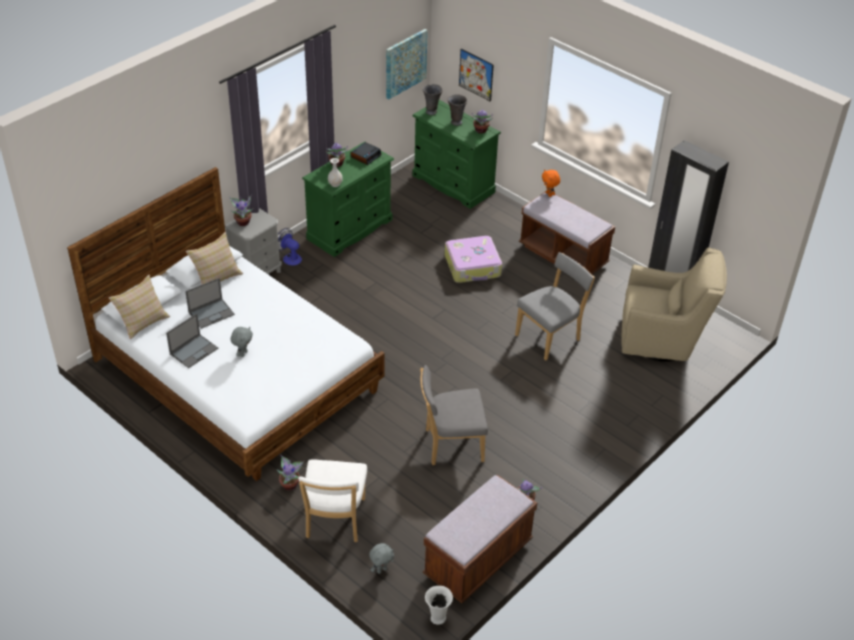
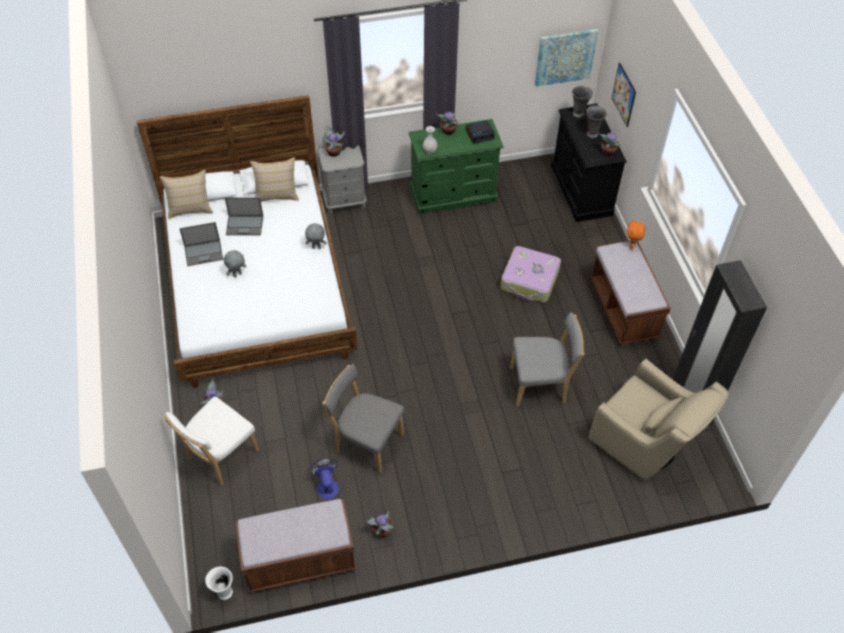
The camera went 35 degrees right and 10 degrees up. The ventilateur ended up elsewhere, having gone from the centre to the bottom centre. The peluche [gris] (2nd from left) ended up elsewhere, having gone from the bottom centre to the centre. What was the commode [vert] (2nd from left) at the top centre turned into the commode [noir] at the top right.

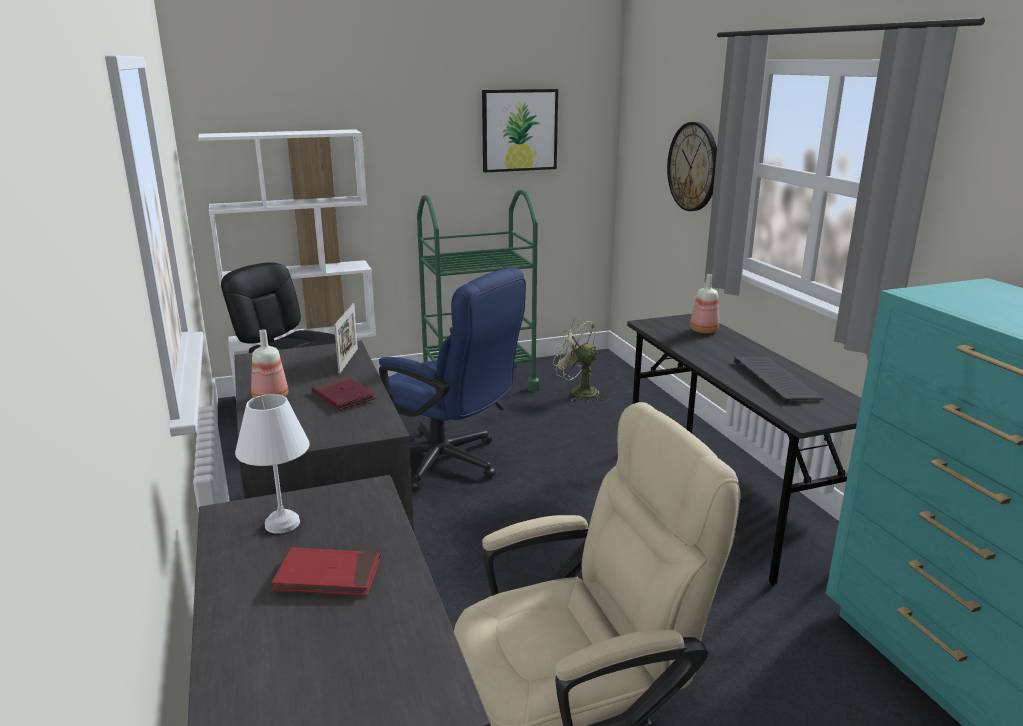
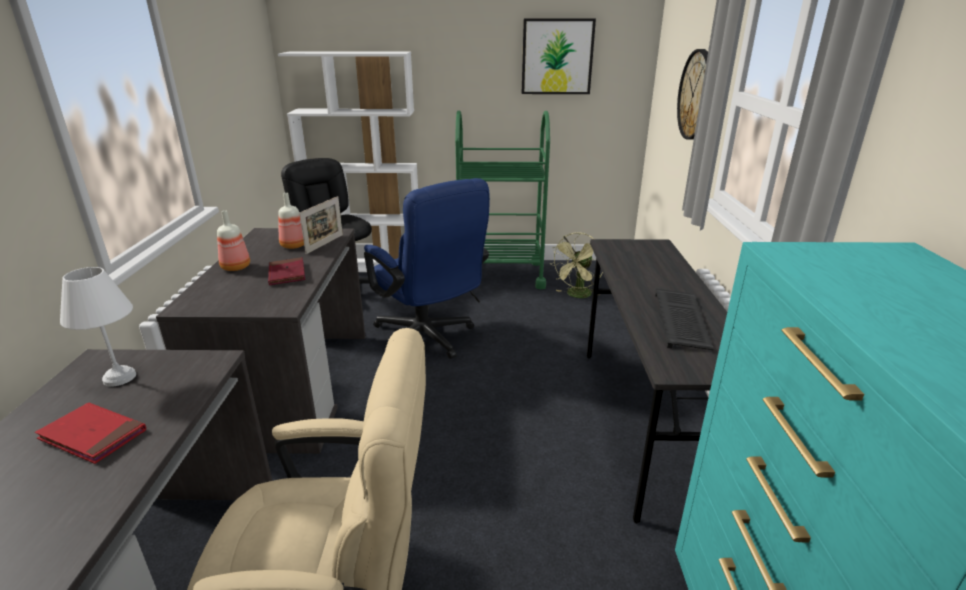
The camera went 20 degrees right and 5 degrees up. The ventilateur [vert] at the centre ended up facing another way, 105 degrees counterclockwise from before. The bouteille (2nd from left) ended up elsewhere, having gone from the middle right to the middle left.

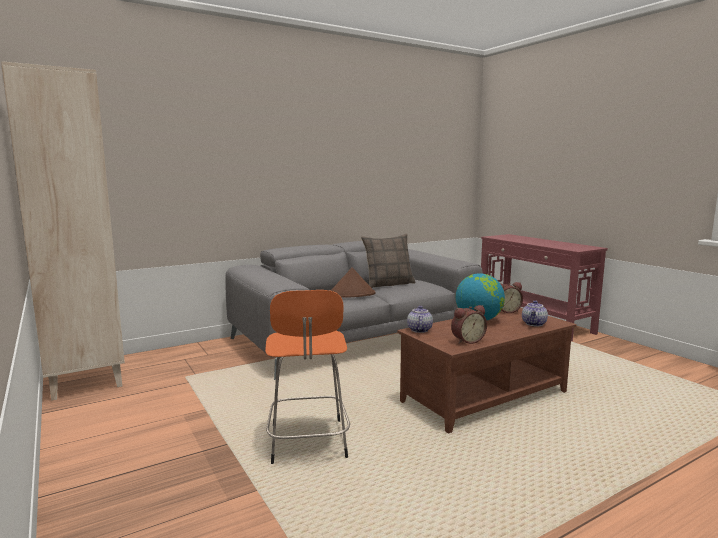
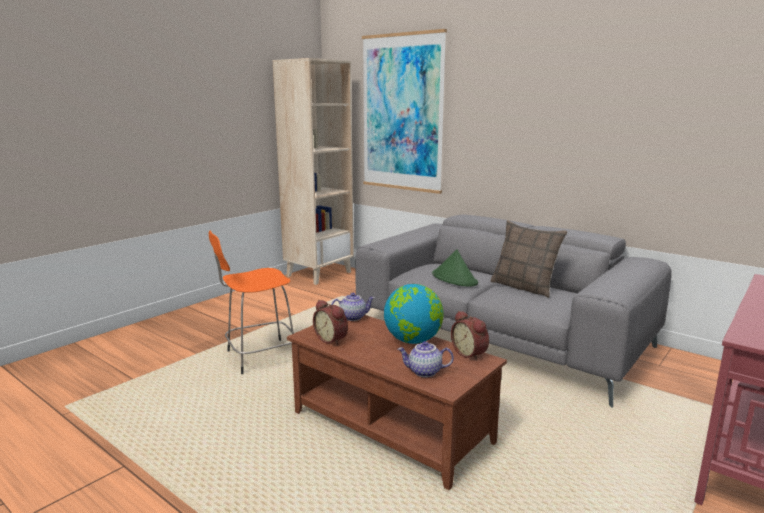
The camera went 70 degrees right and 5 degrees up. What was the chapeau [marron] at the centre turned into the chapeau [vert] at the centre. The second view gained the tableau at the top centre.

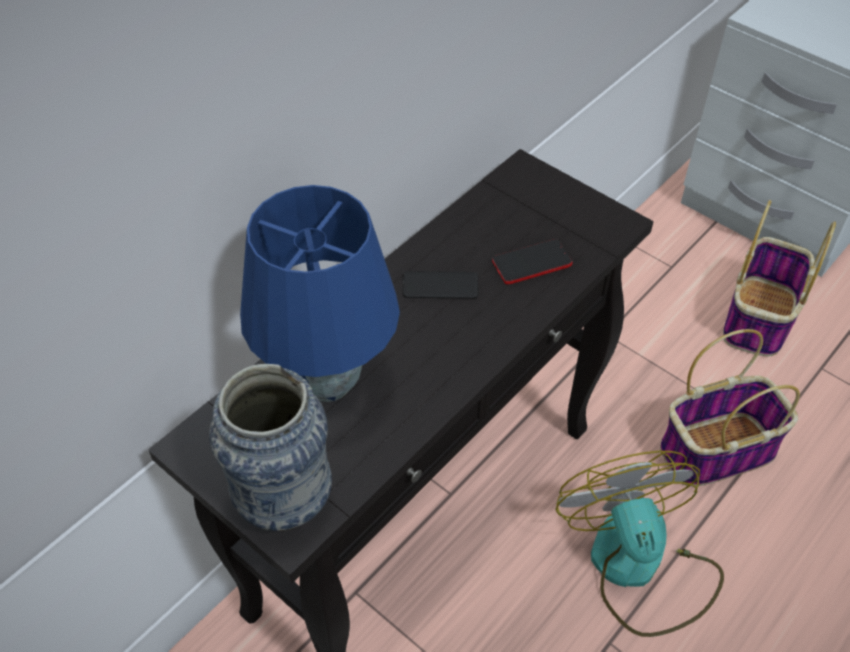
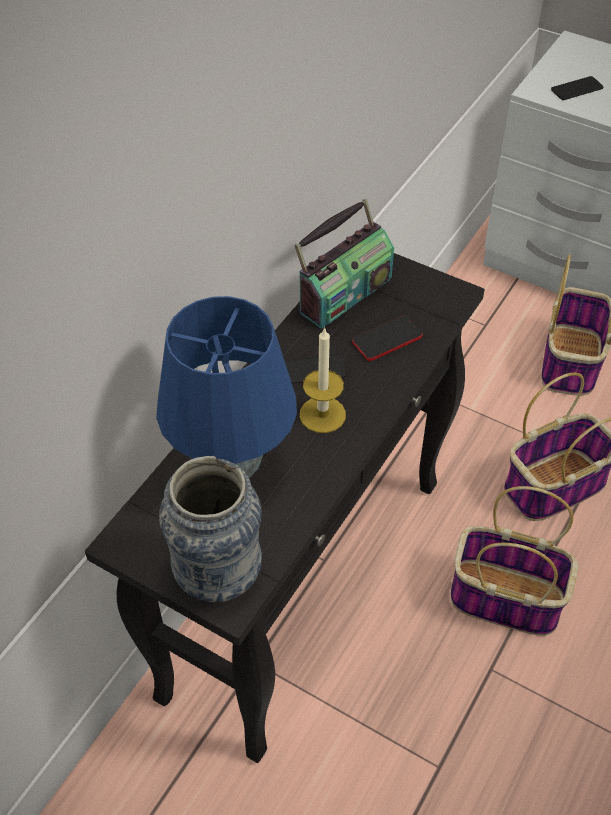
The camera went 10 degrees left and 0 degrees up. Where the ventilateur stood at the bottom right, the panier (1st from left) came to stand at the bottom right. The second view gained the radio at the top centre. The second view gained the bougie at the centre. The second view gained the téléphone (3rd from left) at the top right.

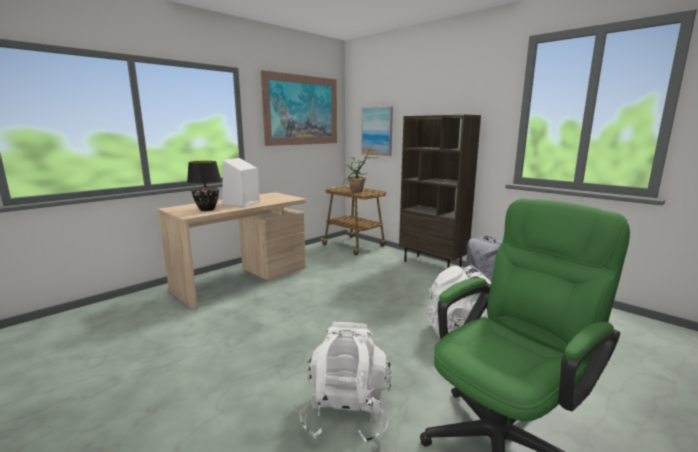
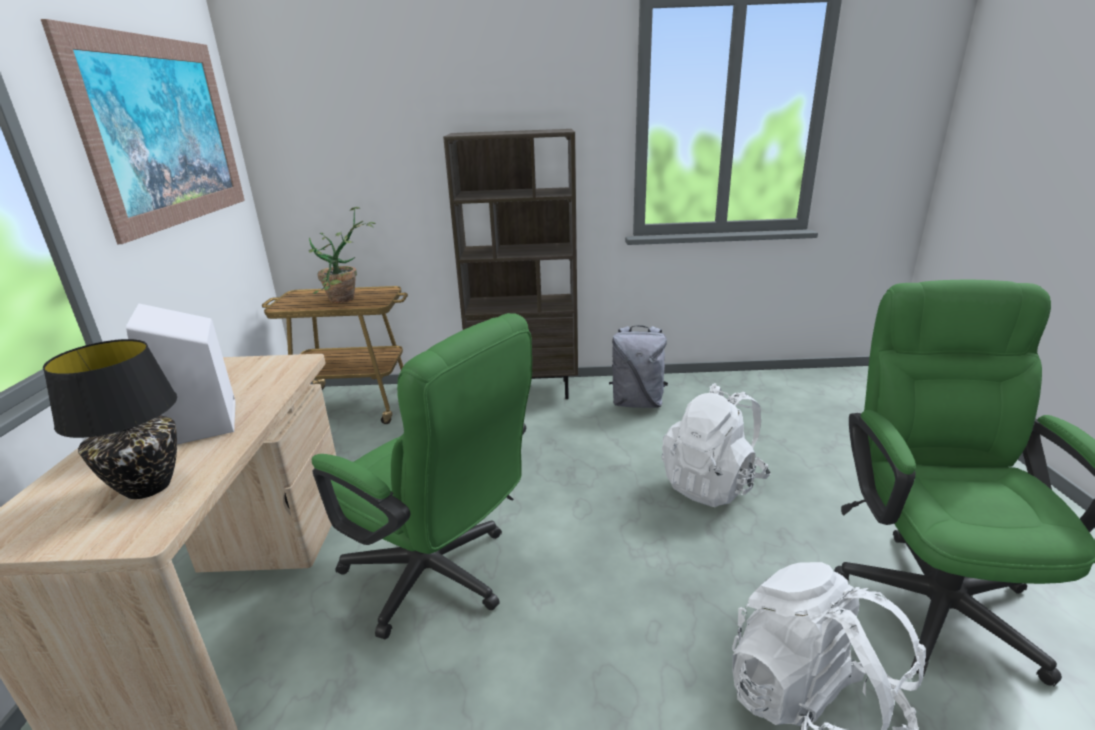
The camera went 45 degrees left and 10 degrees up. The second view lost the tableau (2nd from left) at the top centre. The second view gained the chaise de bureau [vert] (1st from left) at the centre.

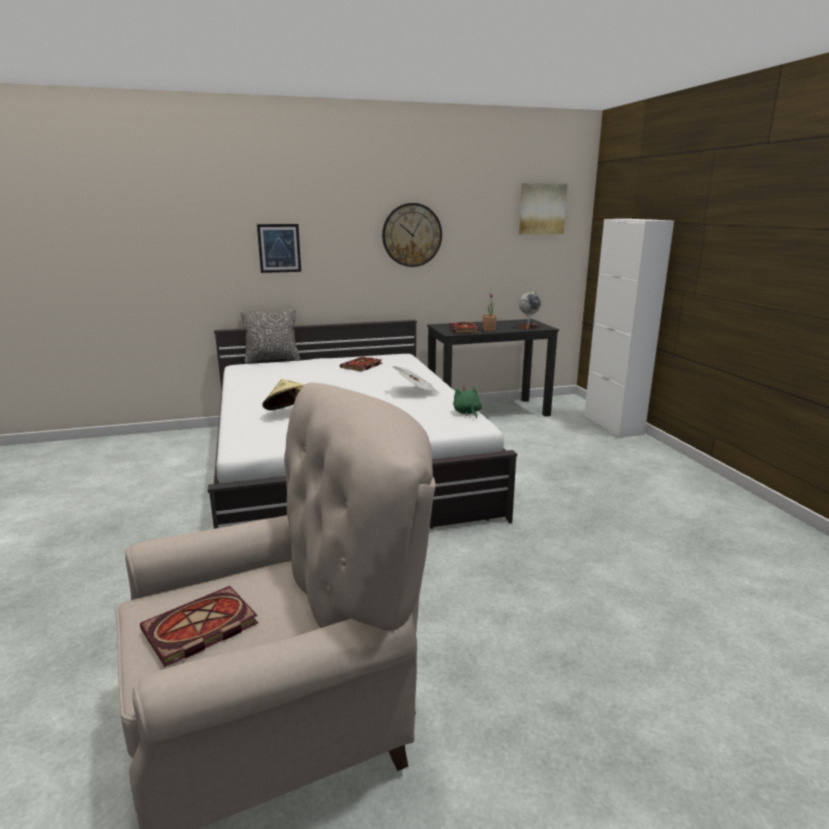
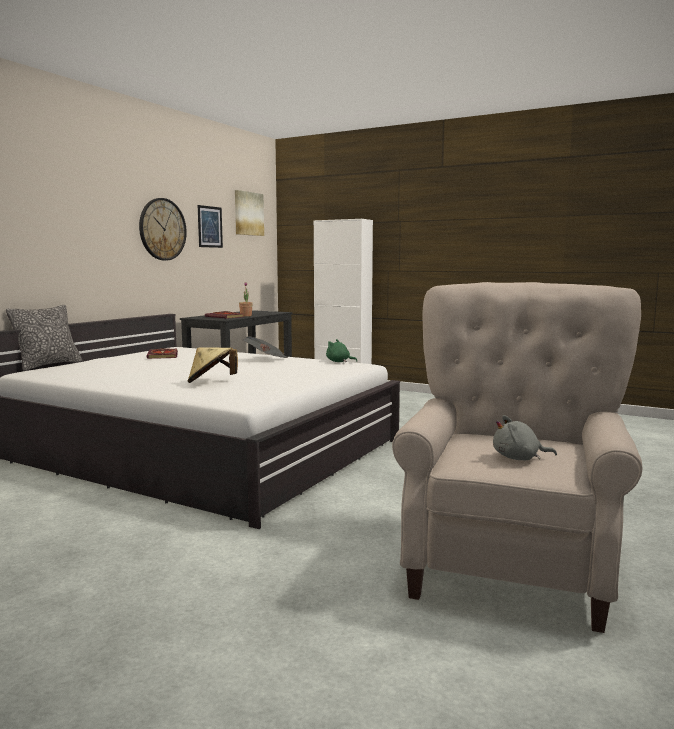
The camera went 45 degrees left and 10 degrees down. Where the livre (1st from left) stood at the bottom left, the peluche [gris] came to stand at the middle right. The tableau (1st from left) ended up elsewhere, having gone from the top centre to the top left. The second view lost the globe at the centre.

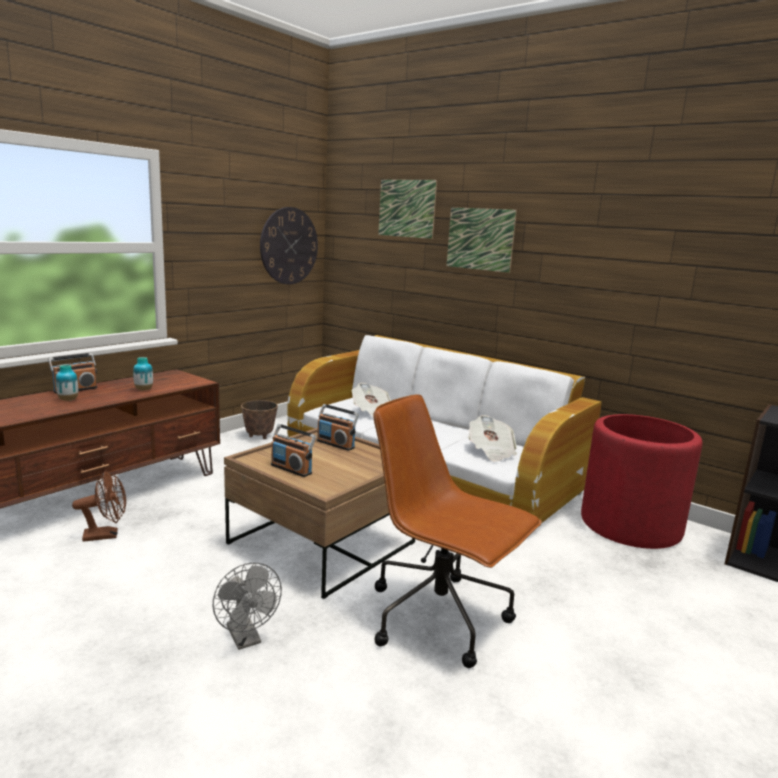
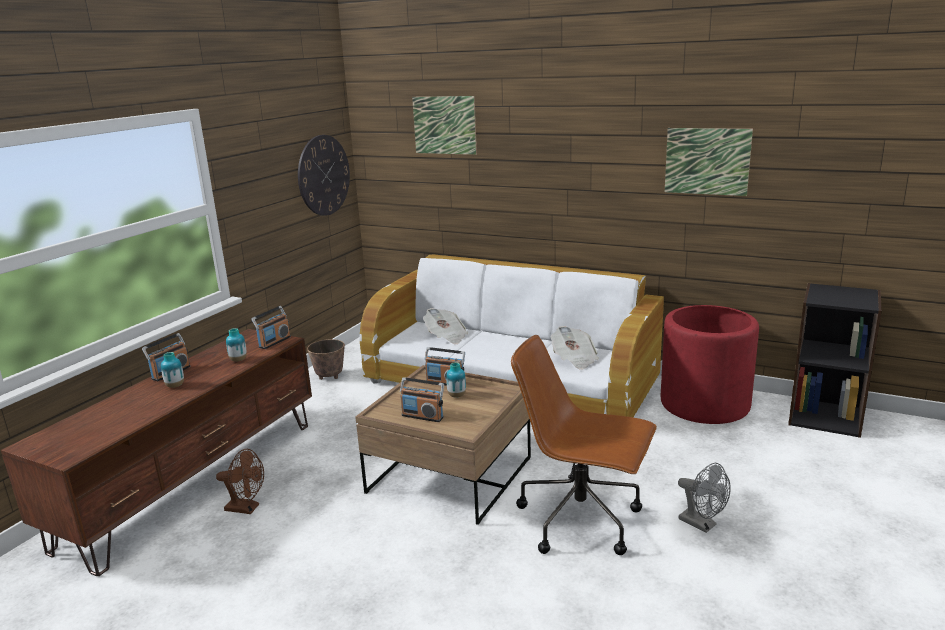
The camera went 10 degrees left and 5 degrees up. The ventilateur [marron] at the middle left ended up facing another way, 45 degrees clockwise from before. The ventilateur [gris] ended up elsewhere, having gone from the bottom left to the bottom right. The tableau (2nd from left) ended up elsewhere, having gone from the top centre to the top right. The second view gained the radio (2nd from left) at the middle left. The second view gained the vase (3rd from left) at the centre.

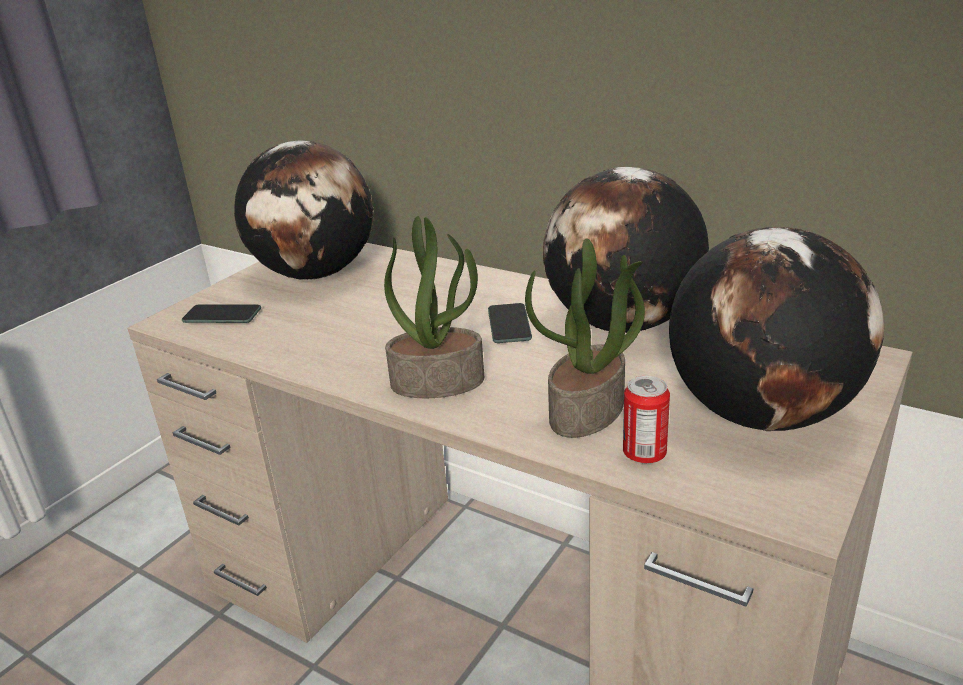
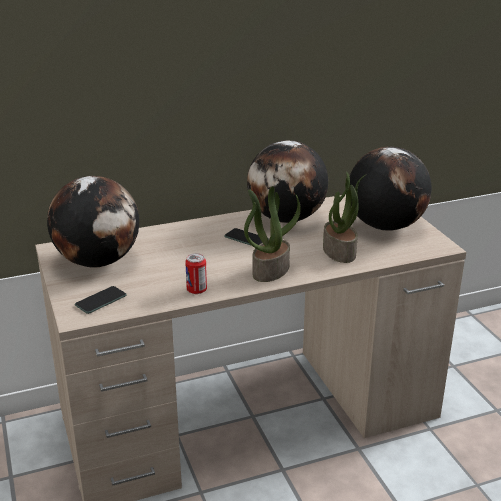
The camera went 55 degrees left and 0 degrees up. The boîte métallique ended up elsewhere, having gone from the middle right to the centre.

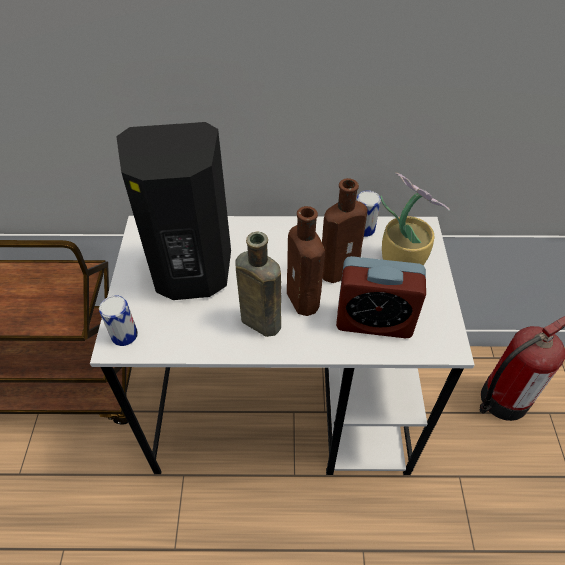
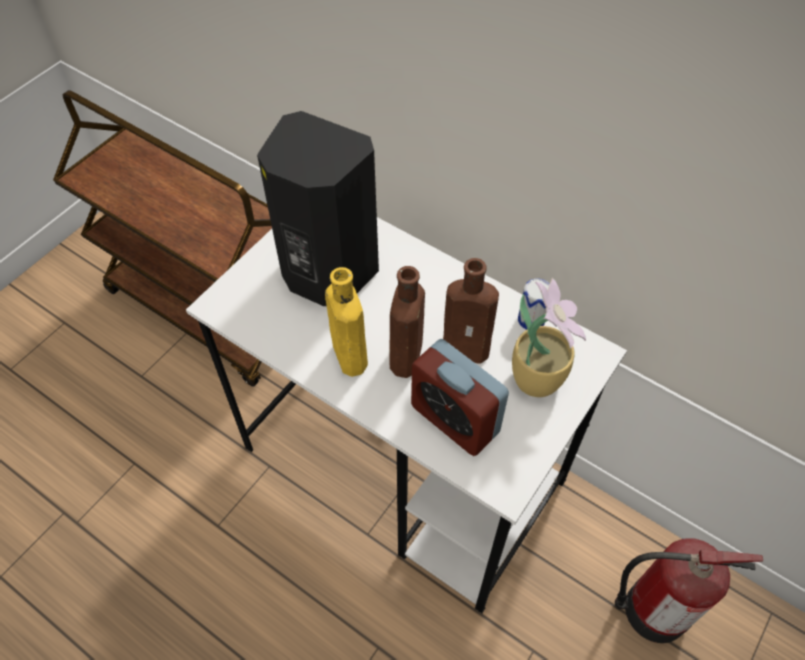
The camera went 35 degrees right and 5 degrees up. The second view lost the boîte métallique (1st from left) at the middle left. What was the bouteille [marron] (1st from left) at the centre turned into the bouteille [jaune] at the centre.

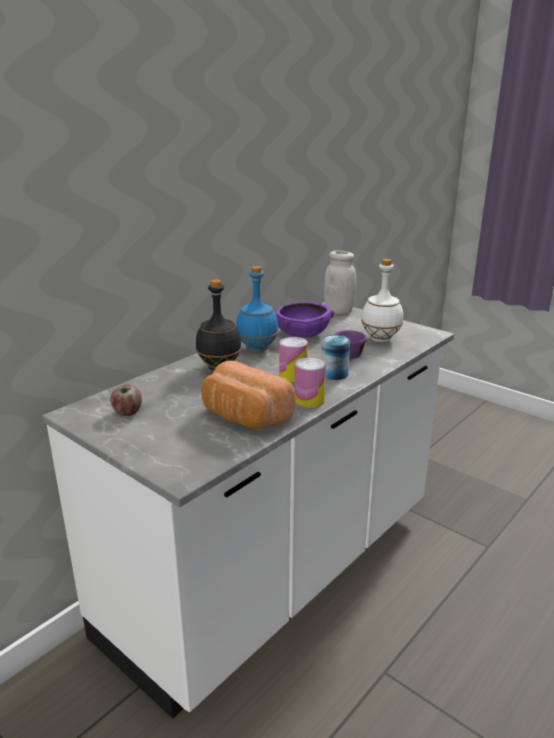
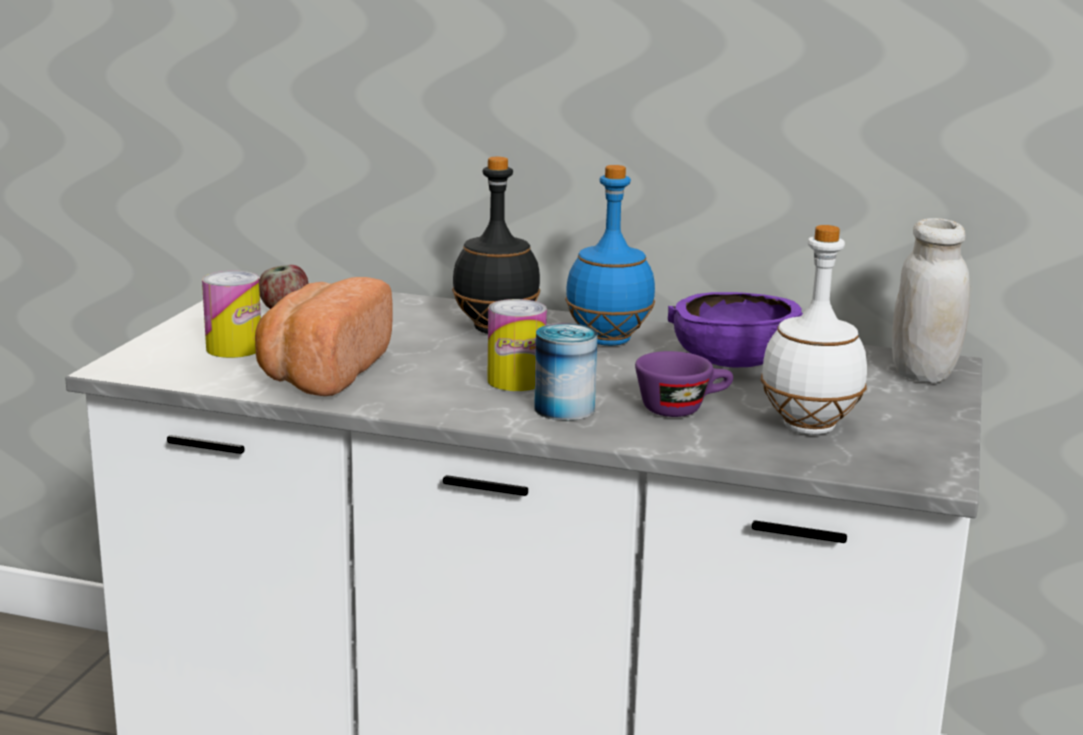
The camera went 65 degrees right and 5 degrees down. The boîte métallique (2nd from left in the first image) ended up elsewhere, having gone from the centre to the middle left.

